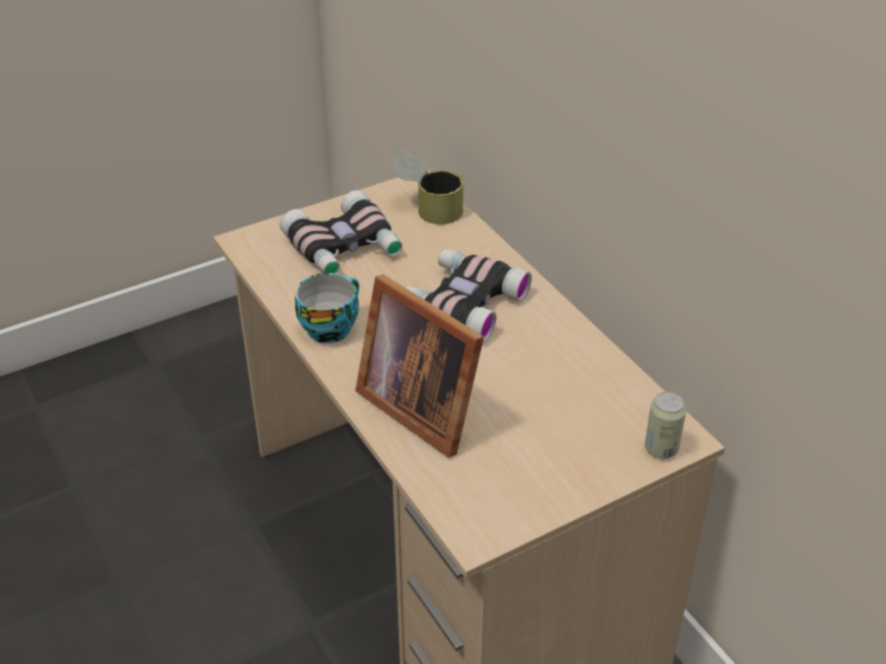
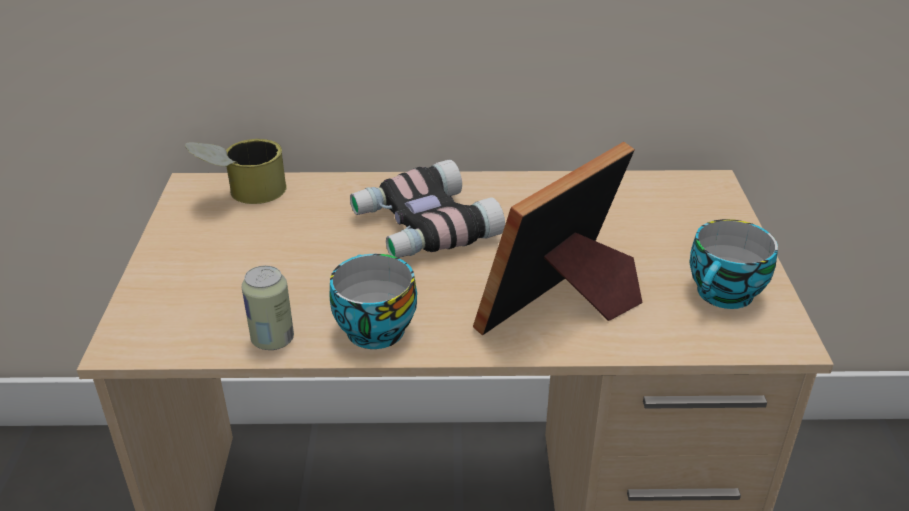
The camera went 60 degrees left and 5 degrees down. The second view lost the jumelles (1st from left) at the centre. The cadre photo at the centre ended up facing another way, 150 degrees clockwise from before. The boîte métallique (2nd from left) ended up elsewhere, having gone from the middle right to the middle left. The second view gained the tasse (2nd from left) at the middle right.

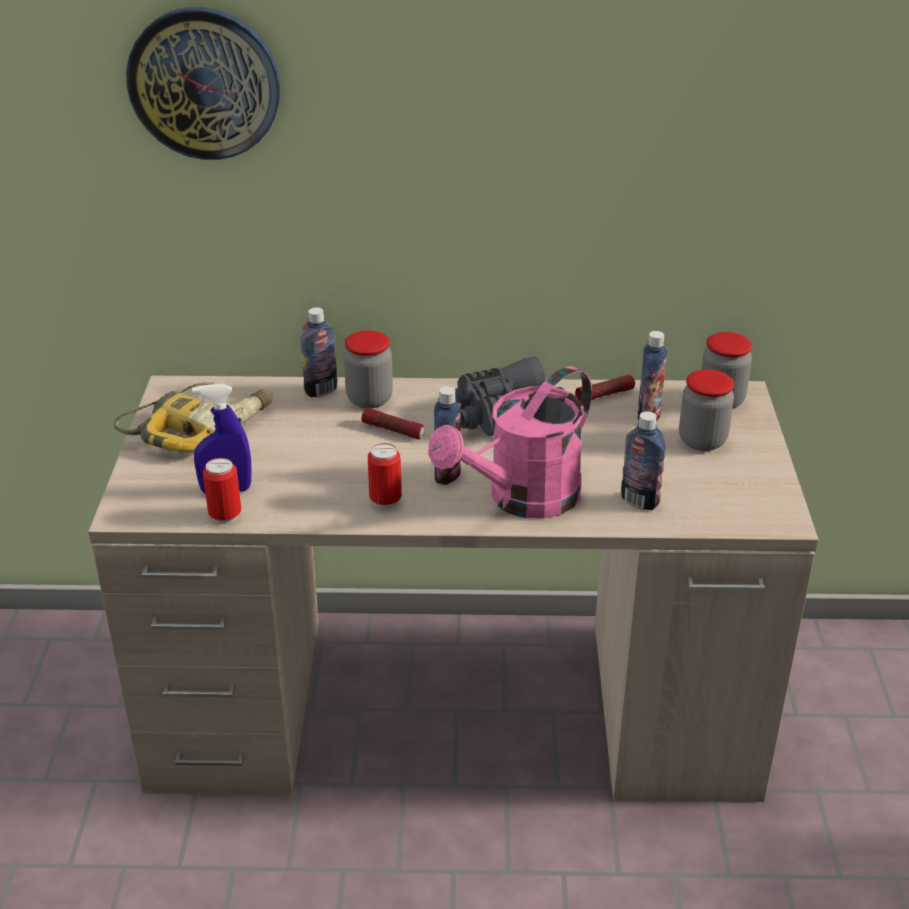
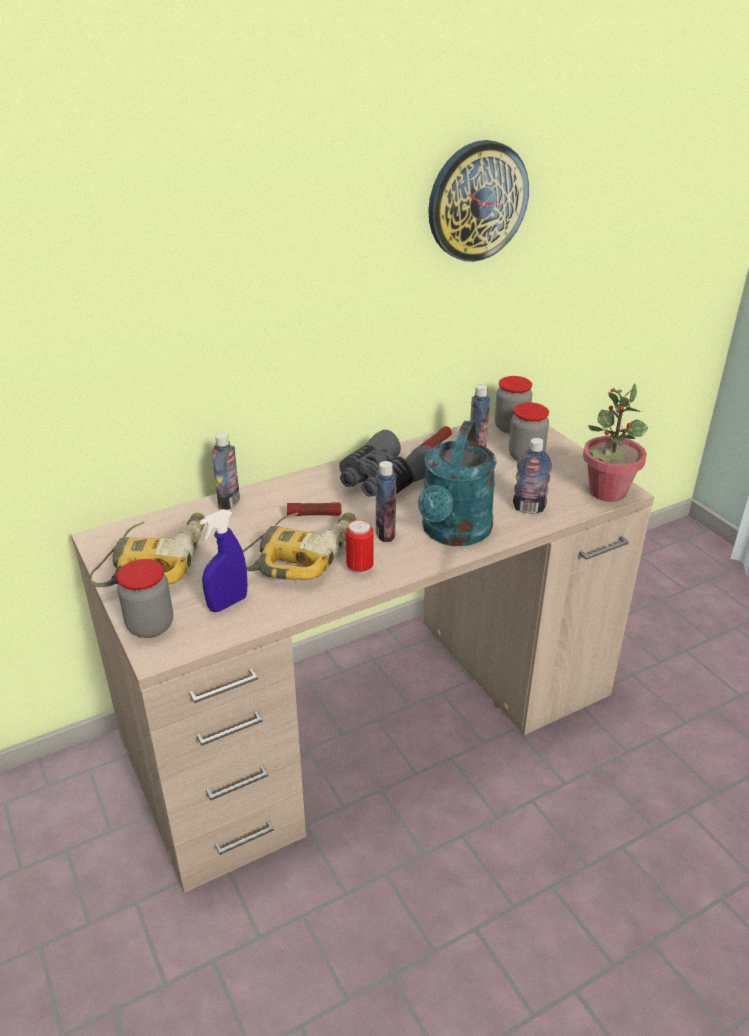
The camera went 30 degrees left and 0 degrees up. The horloge murale ended up elsewhere, having gone from the top left to the top centre. The second view lost the boîte métallique (1st from left) at the middle left. The bocal (1st from left) ended up elsewhere, having gone from the centre to the middle left. What was the arrosoir [rose] at the centre turned into the arrosoir [turquoise] at the centre. The second view gained the perceuse (2nd from left) at the centre. The second view gained the plante en pot at the middle right.

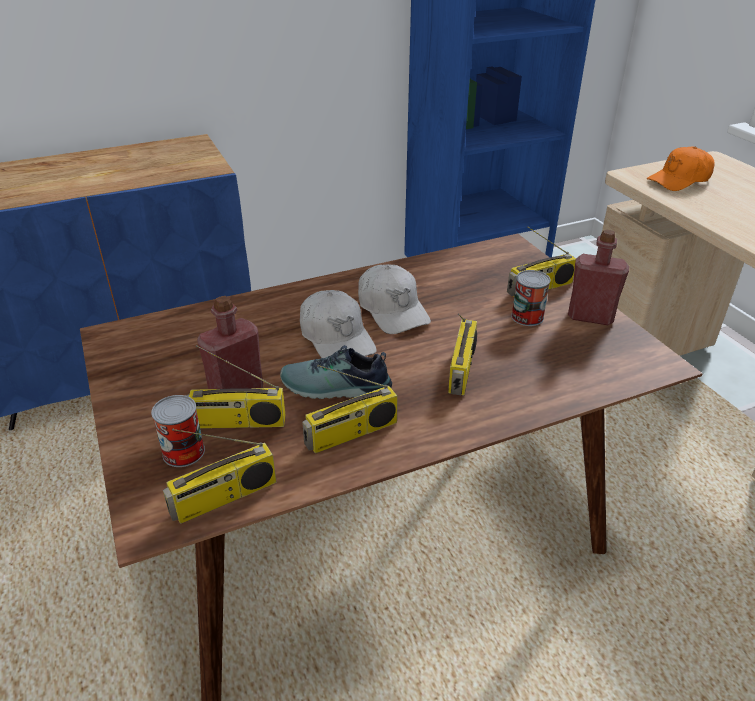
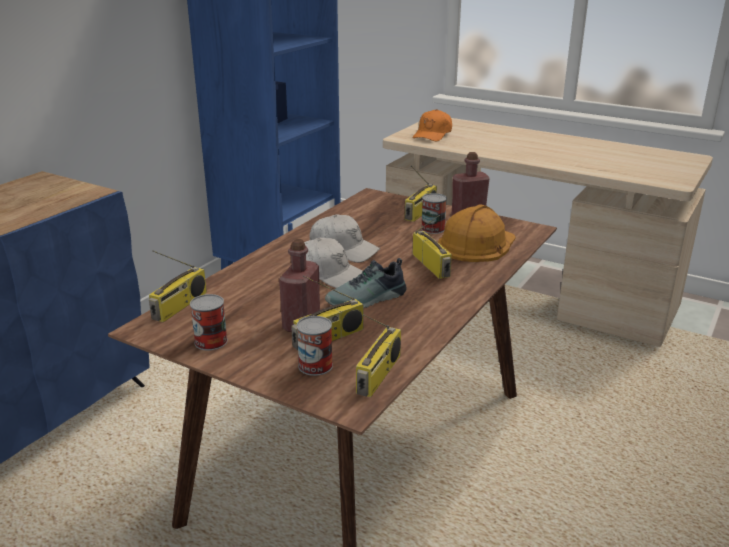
The camera went 35 degrees left and 10 degrees down. The radio (3rd from left in the first image) ended up elsewhere, having gone from the centre to the middle left. The second view gained the boîte métallique (1st from left) at the middle left. The second view gained the casque de chantier [orange] at the centre.

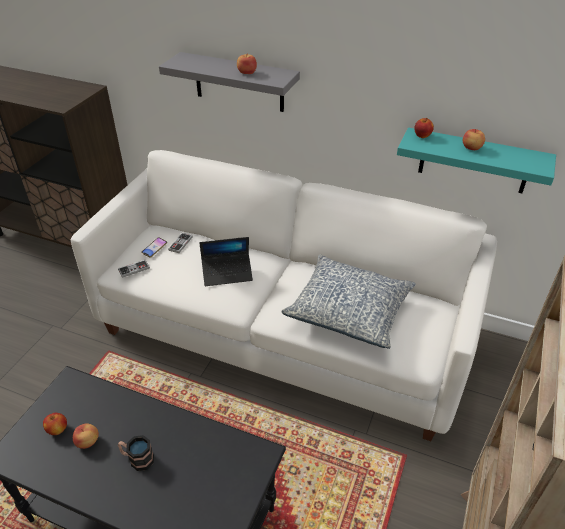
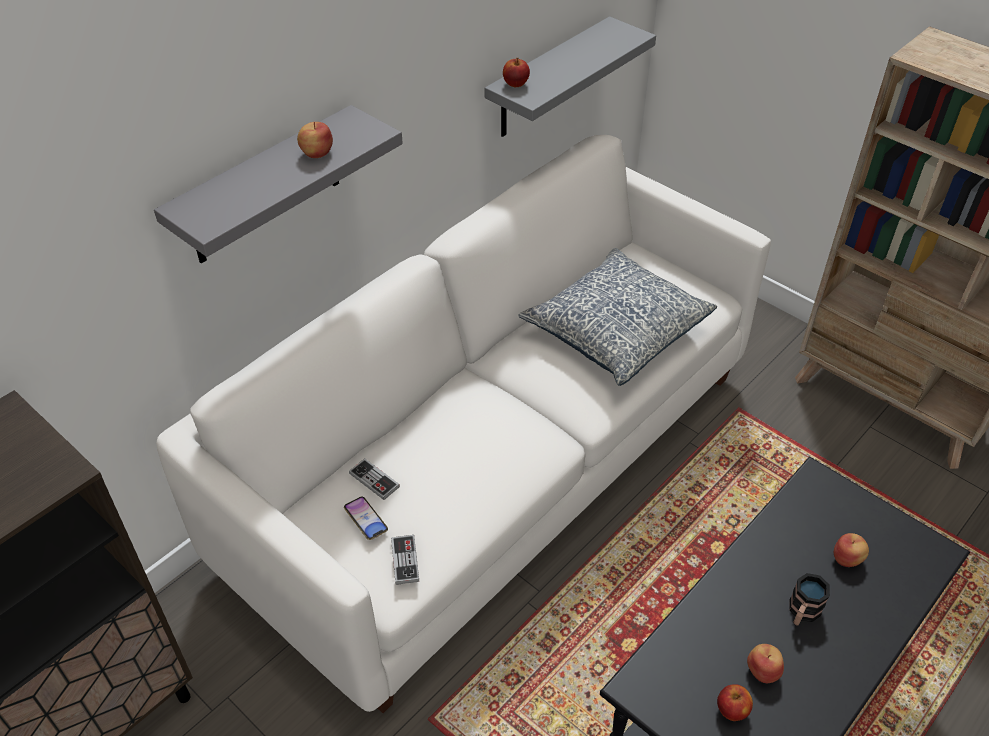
The camera went 70 degrees left and 5 degrees up. The second view lost the ordinateur portable at the centre. What was the étagère [turquoise] at the top right turned into the étagère [gris] (2nd from left) at the top centre. The pomme (5th from left) ended up elsewhere, having gone from the top right to the bottom right.

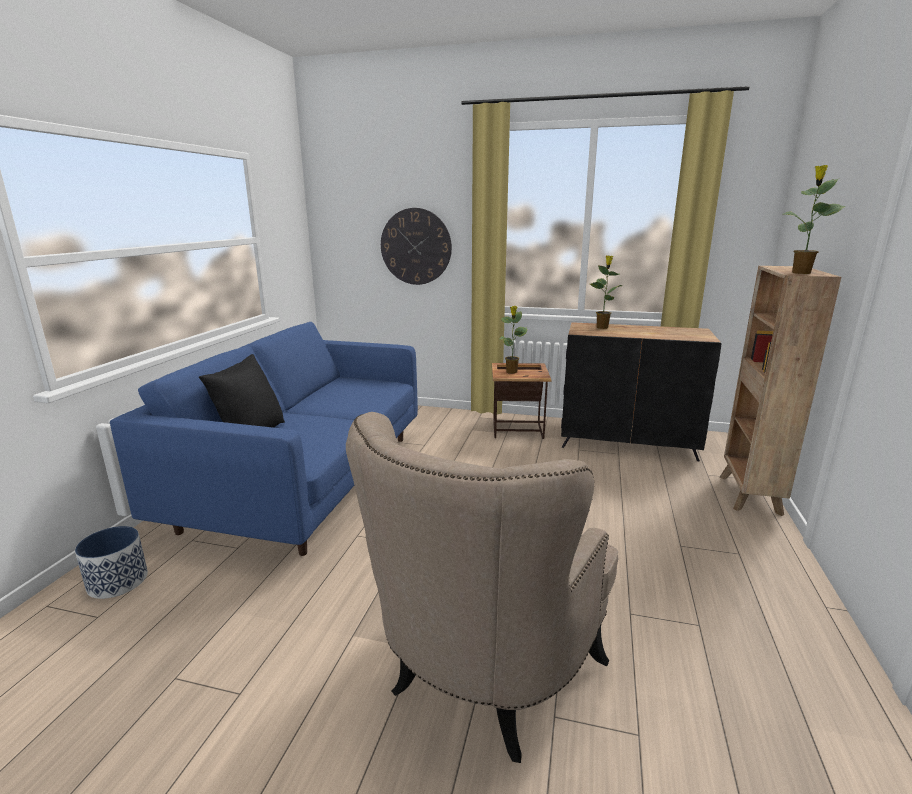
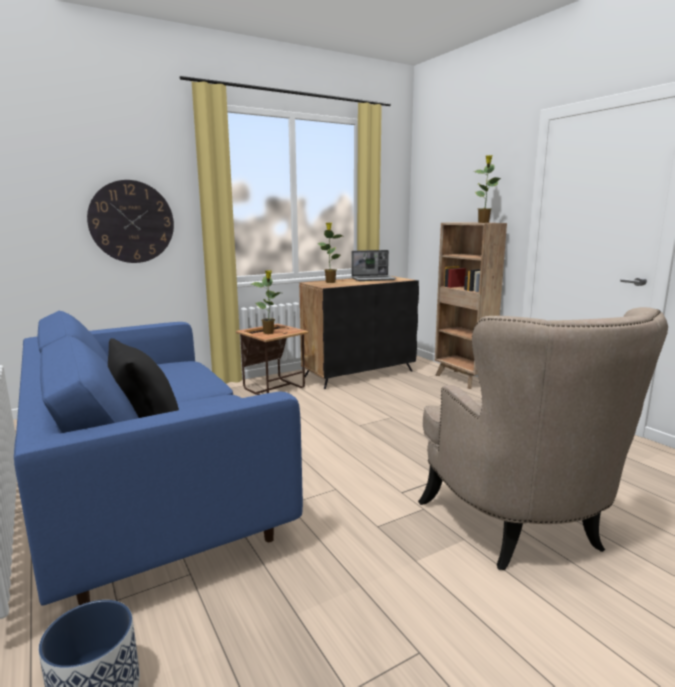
The camera went 45 degrees left and 5 degrees down. The second view gained the ordinateur portable at the centre.

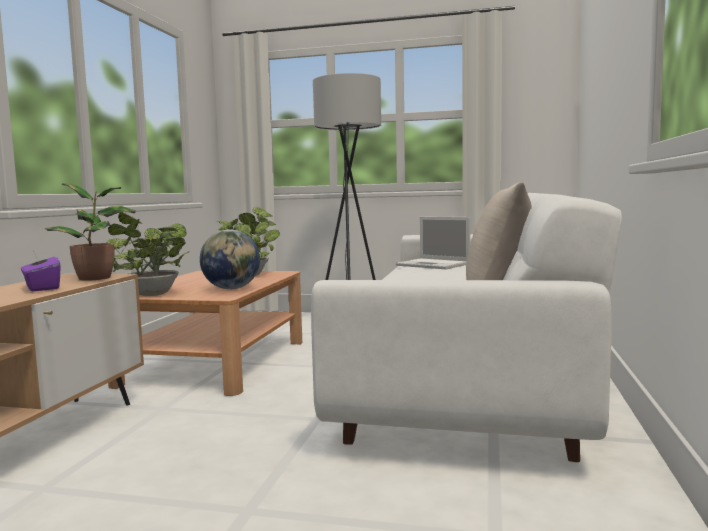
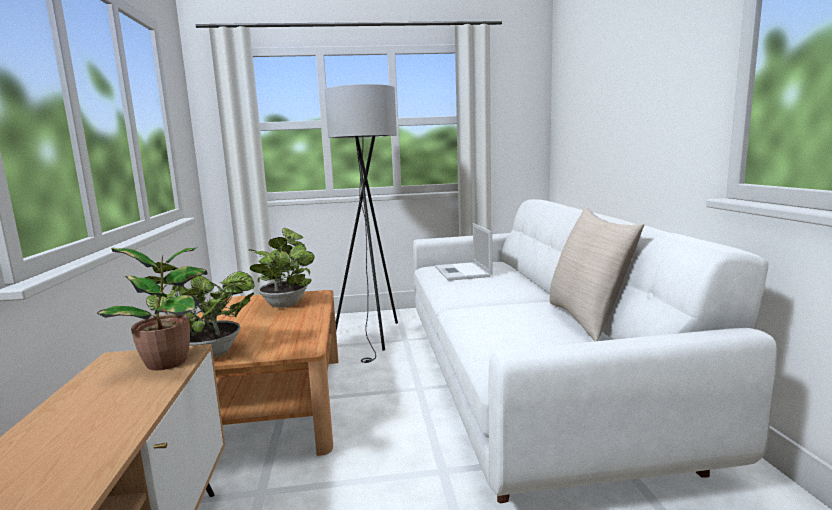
The camera went 20 degrees left and 5 degrees up. The second view lost the boîte à mouchoirs [violet] at the middle left. The second view lost the globe at the middle left. The ordinateur portable at the centre ended up facing another way, 60 degrees clockwise from before.

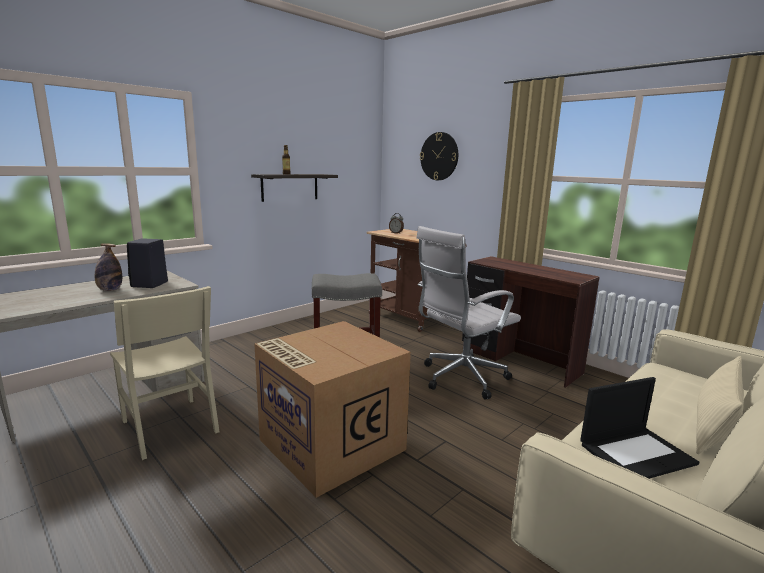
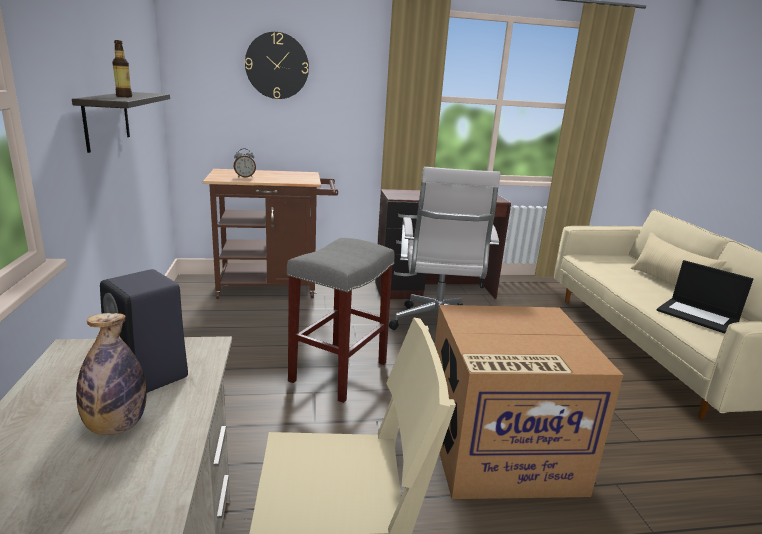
The camera went 55 degrees left and 5 degrees up. The ordinateur portable at the bottom right ended up facing another way, 120 degrees clockwise from before.

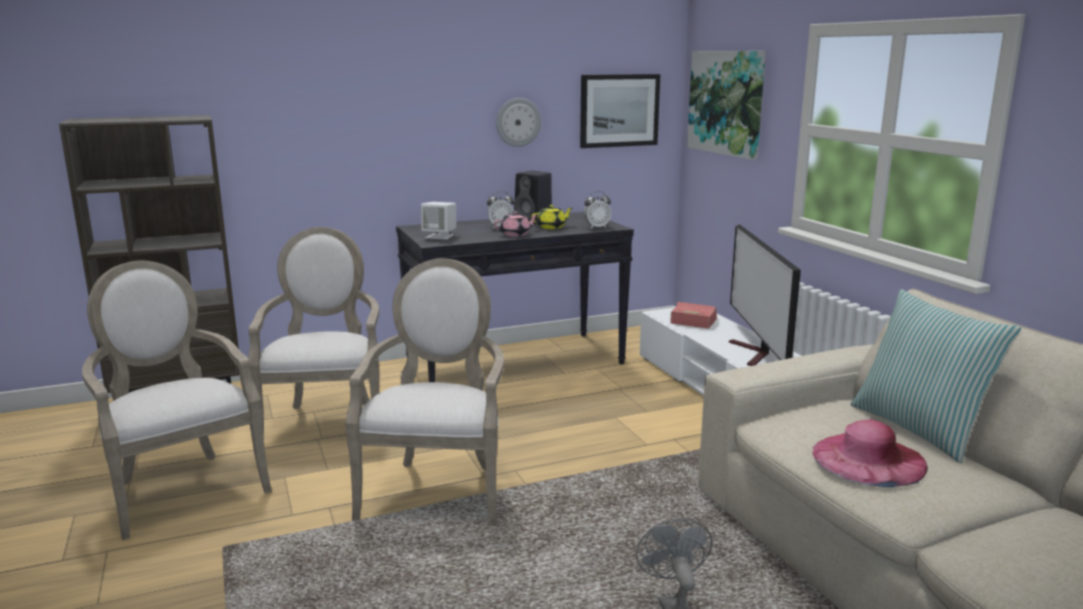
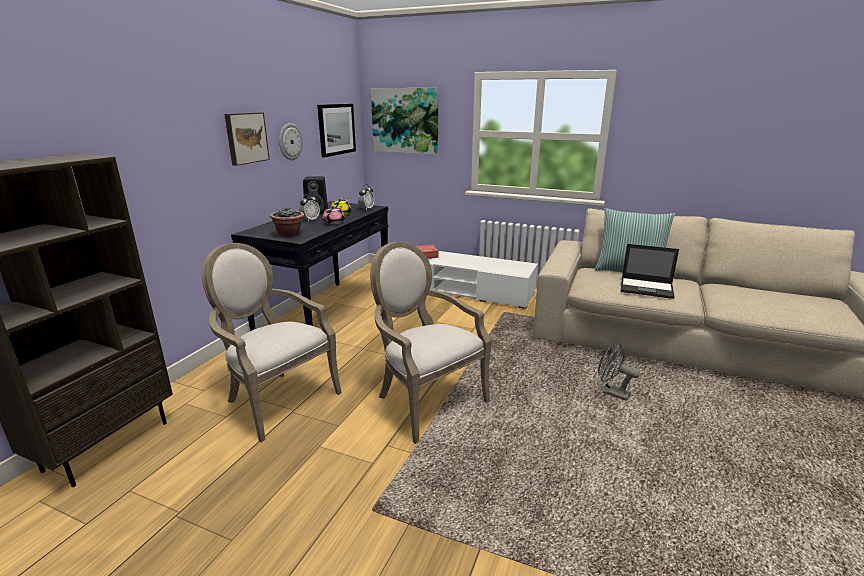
The camera went 45 degrees left and 5 degrees up. The second view lost the fauteuil (1st from left) at the middle left. Where the enceinte [blanc] stood at the centre, the plante en pot came to stand at the middle left. The second view lost the téléviseur at the middle right. Where the chapeau [rose] stood at the bottom right, the ordinateur portable came to stand at the middle right. The second view gained the tableau (1st from left) at the top left.

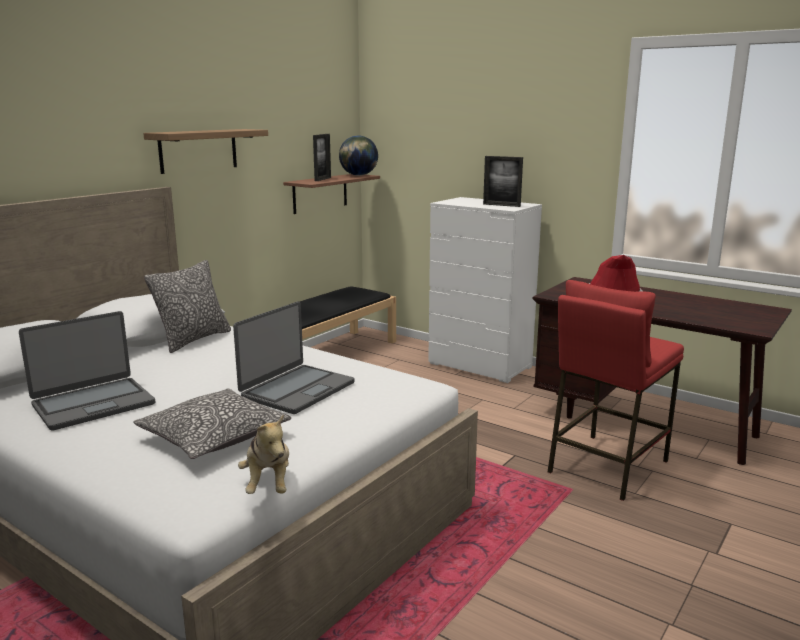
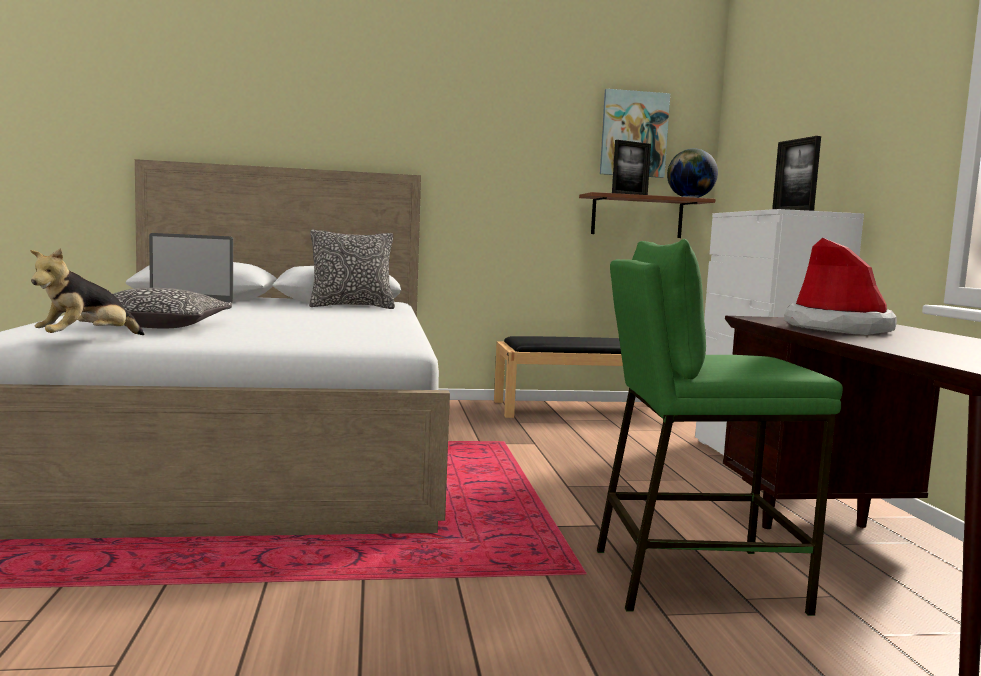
The camera went 45 degrees right and 10 degrees down. The second view lost the étagère (1st from left) at the top left. The second view lost the ordinateur portable (2nd from left) at the centre. What was the tabouret [rouge] at the middle right turned into the tabouret [vert] at the middle right. The second view gained the tableau at the top centre.

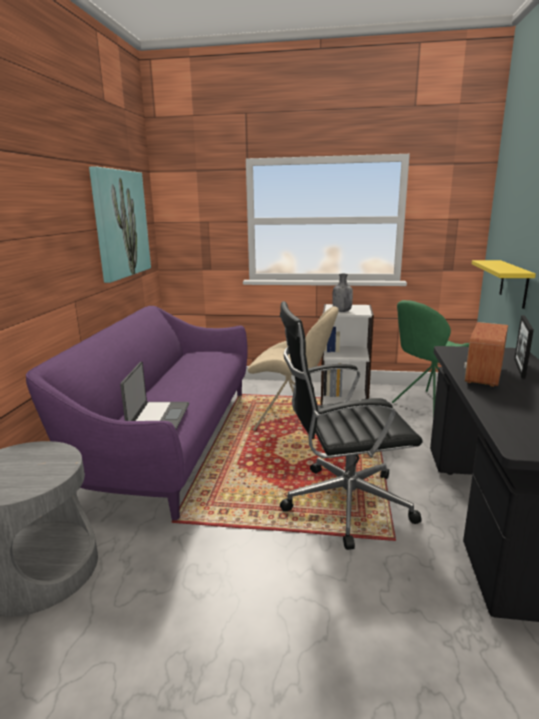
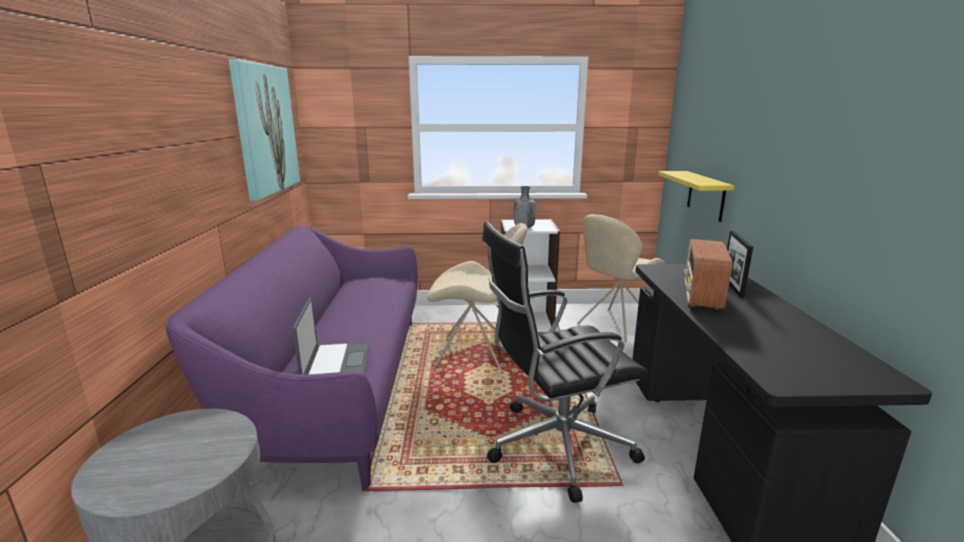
The camera went 10 degrees left and 0 degrees up. What was the chaise [vert] at the middle right turned into the chaise [beige] (2nd from left) at the centre.

